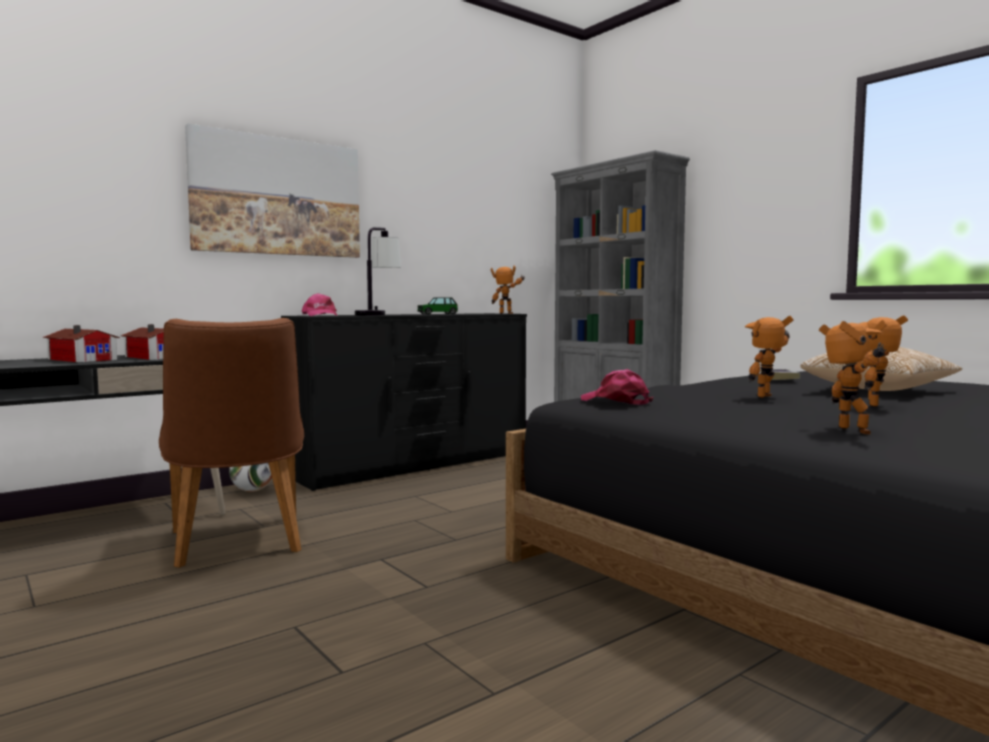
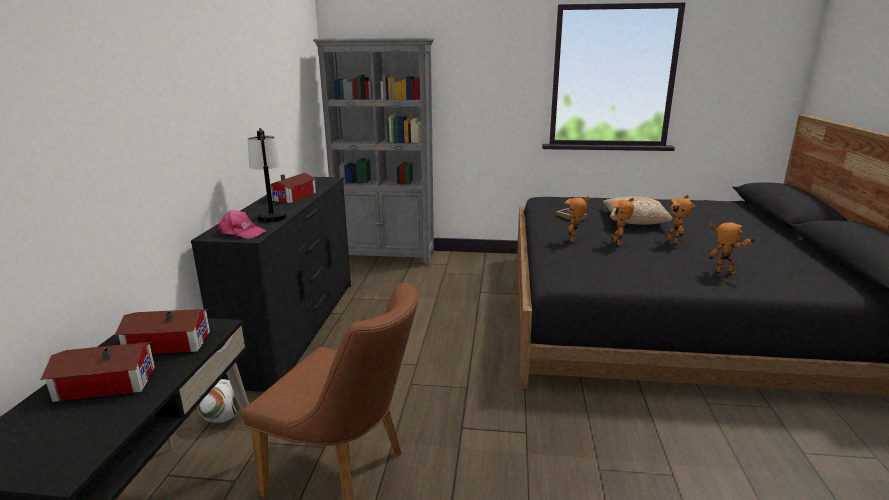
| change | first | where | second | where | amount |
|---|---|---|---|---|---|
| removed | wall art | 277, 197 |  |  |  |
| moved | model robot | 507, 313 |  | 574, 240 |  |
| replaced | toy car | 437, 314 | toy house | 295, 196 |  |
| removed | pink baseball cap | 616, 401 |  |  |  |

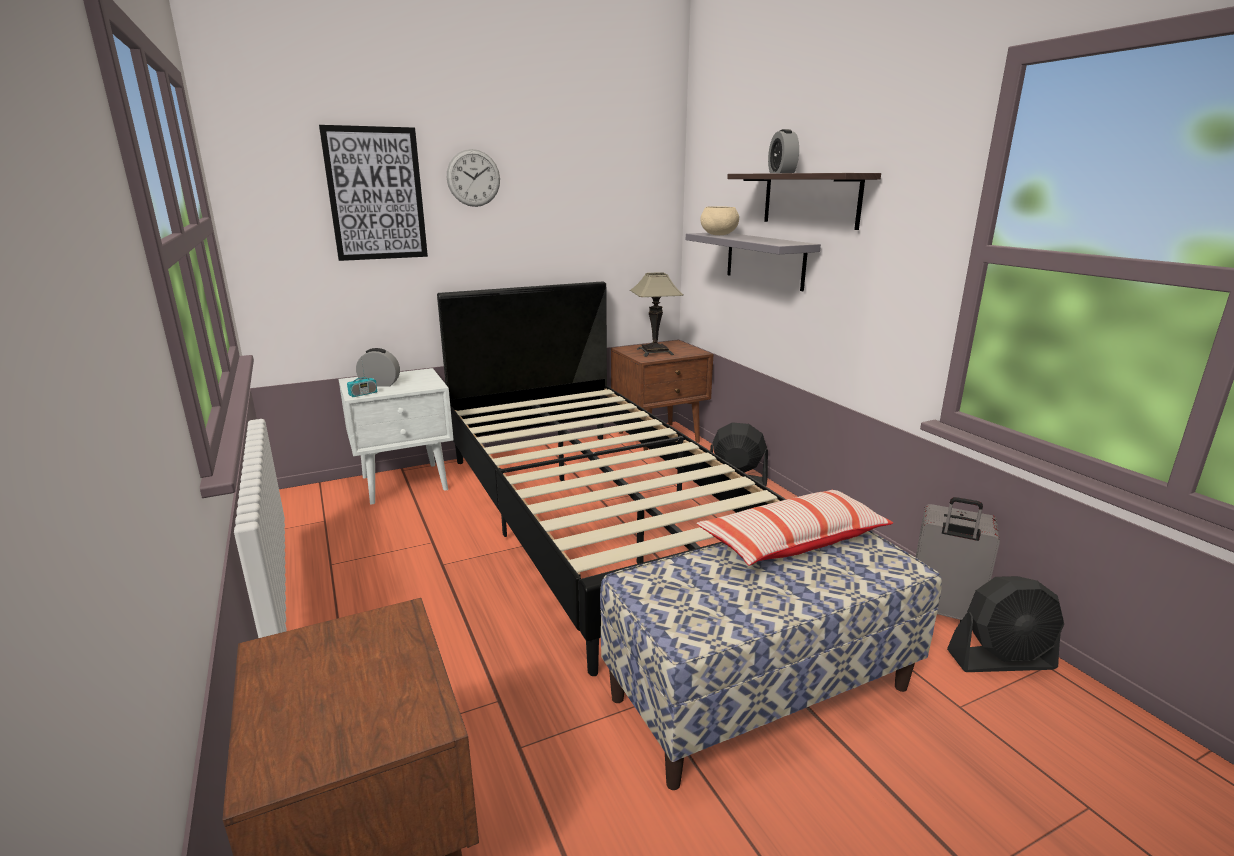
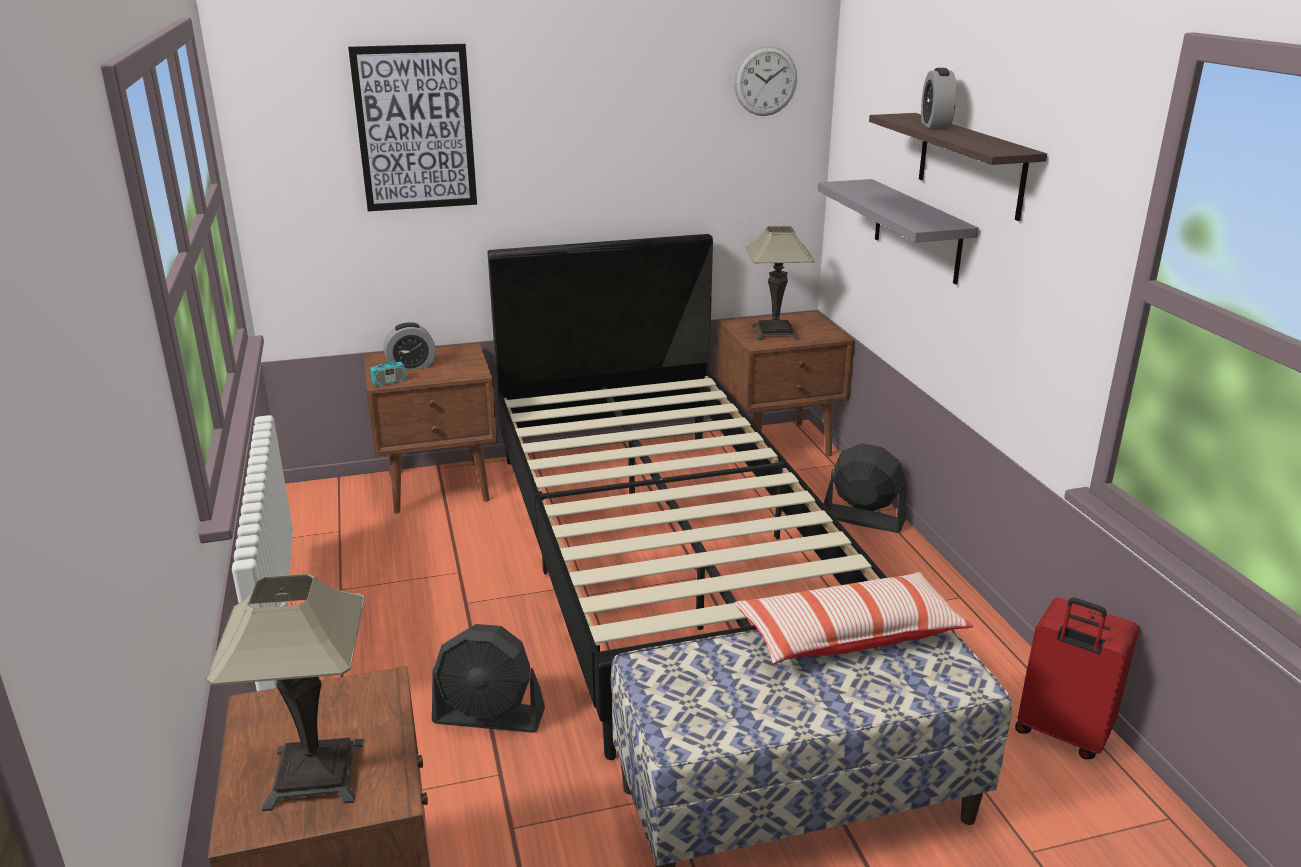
| change | first | where | second | where | amount |
|---|---|---|---|---|---|
| moved | clock on the wall | 473, 178 |  | 765, 81 |  |
| removed | beige-coloured deep dish | 718, 235 |  |  |  |
| turned | alarm clock | 380, 384 |  | 411, 366 | 150 degrees clockwise |
| recoloured | whitish bedside table | 406, 483 | brown-coloured bedside table | 440, 487 |  |
| recoloured | greyish travel case | 940, 613 | red travel case | 1061, 734 |  |
| moved | black electric fan | 1001, 660 |  | 489, 716 |  |
| added |  |  | tabletop lamp | 314, 775 |  |

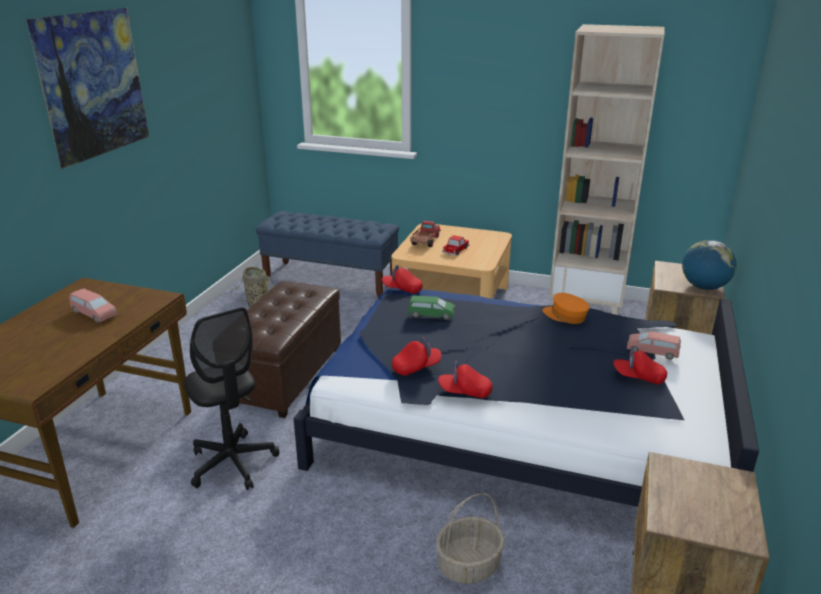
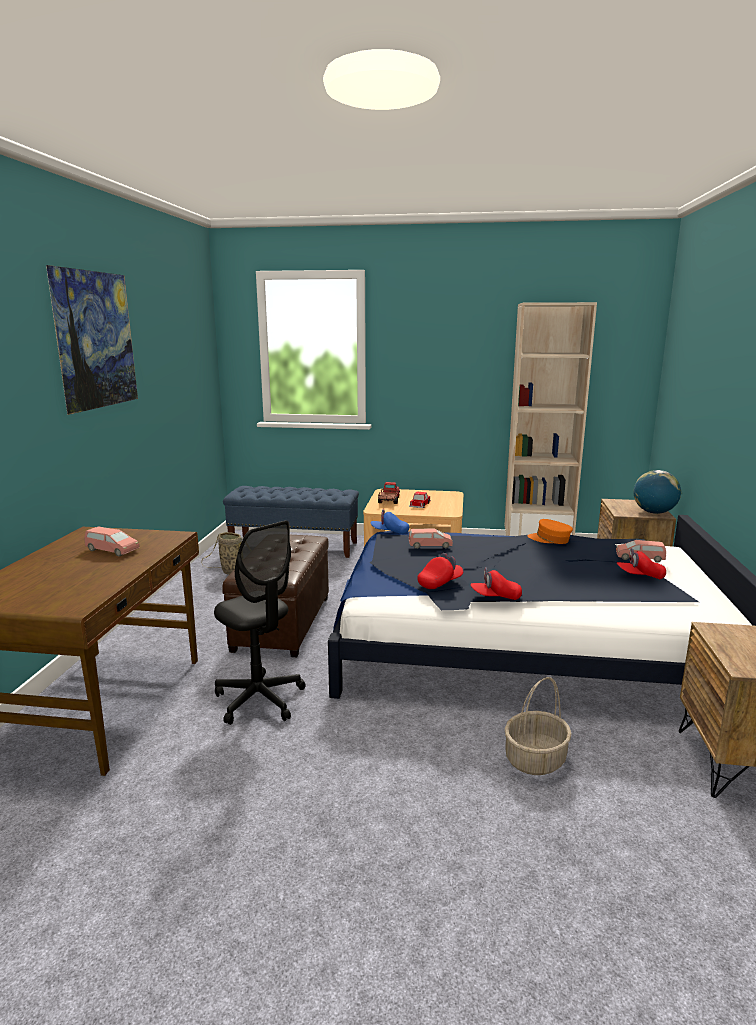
| change | first | where | second | where | amount |
|---|---|---|---|---|---|
| recoloured | red baseball cap | 402, 289 | blue-coloured baseball cap | 389, 532 |  |
| recoloured | greenish toy car | 431, 314 | pink toy car | 430, 545 |  |

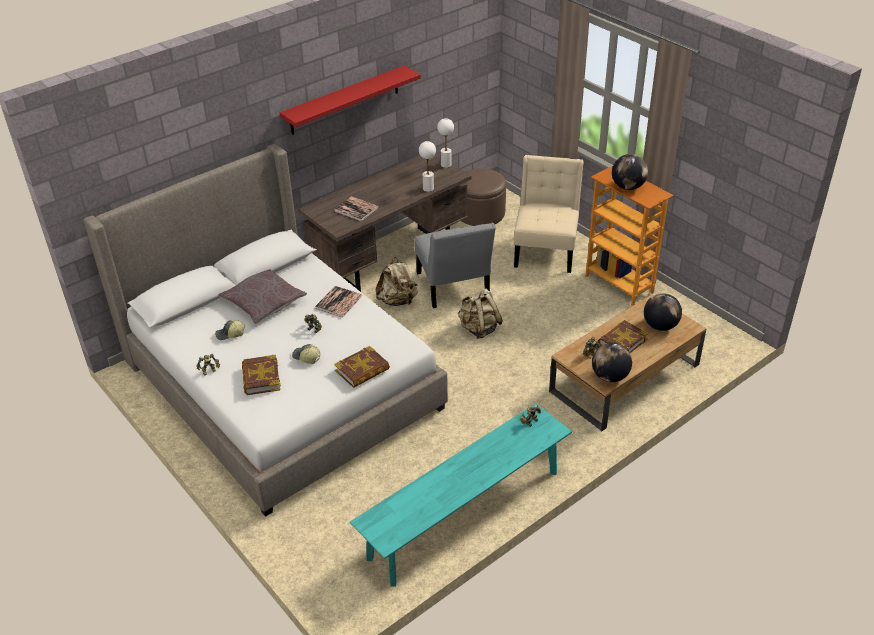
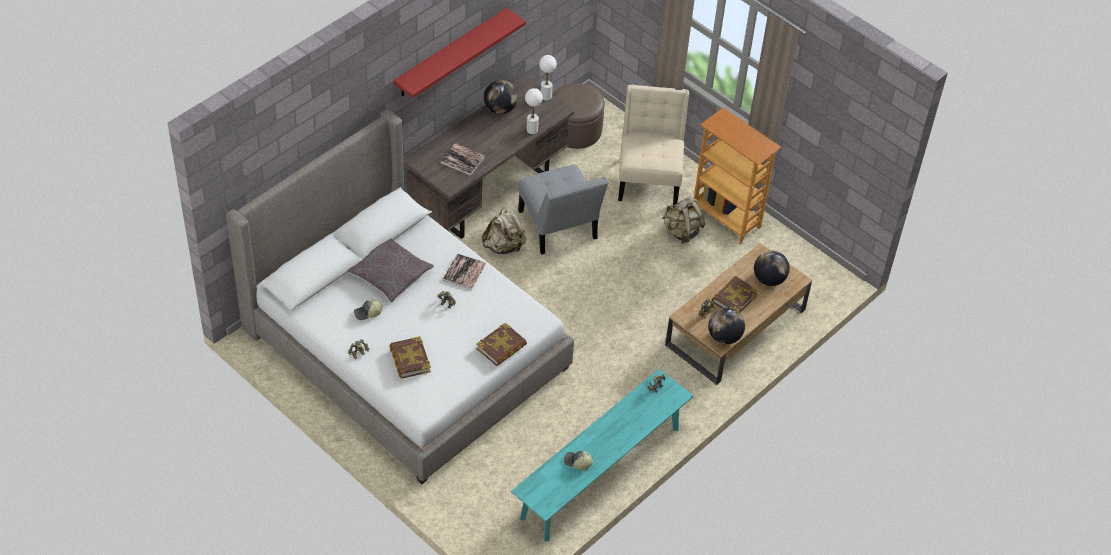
| change | first | where | second | where | amount |
|---|---|---|---|---|---|
| moved | world globe | 628, 187 |  | 500, 109 |  |
| moved | beige-coloured backpack | 479, 329 |  | 681, 232 |  |
| moved | baseball cap | 306, 357 |  | 577, 462 |  |

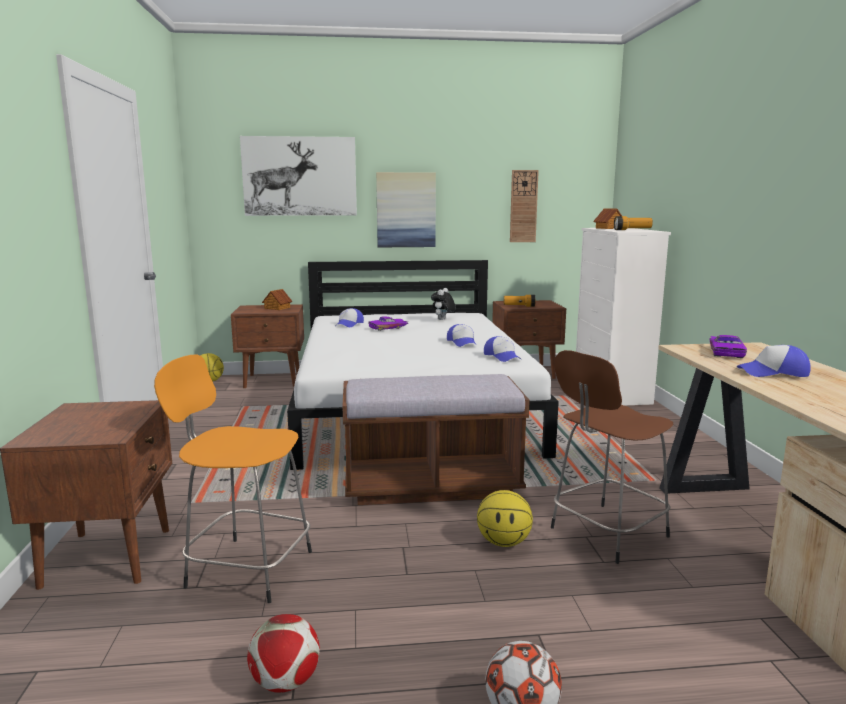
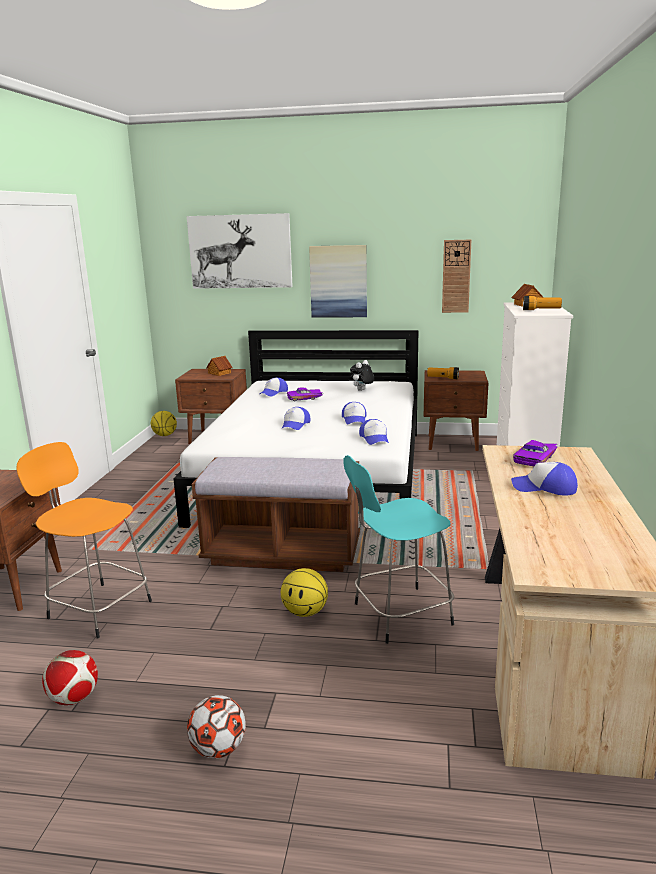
| change | first | where | second | where | amount |
|---|---|---|---|---|---|
| recoloured | brown-coloured sitting stool | 606, 533 | turquoise sitting stool | 399, 615 |  |
| added |  |  | baseball cap | 295, 425 |  |

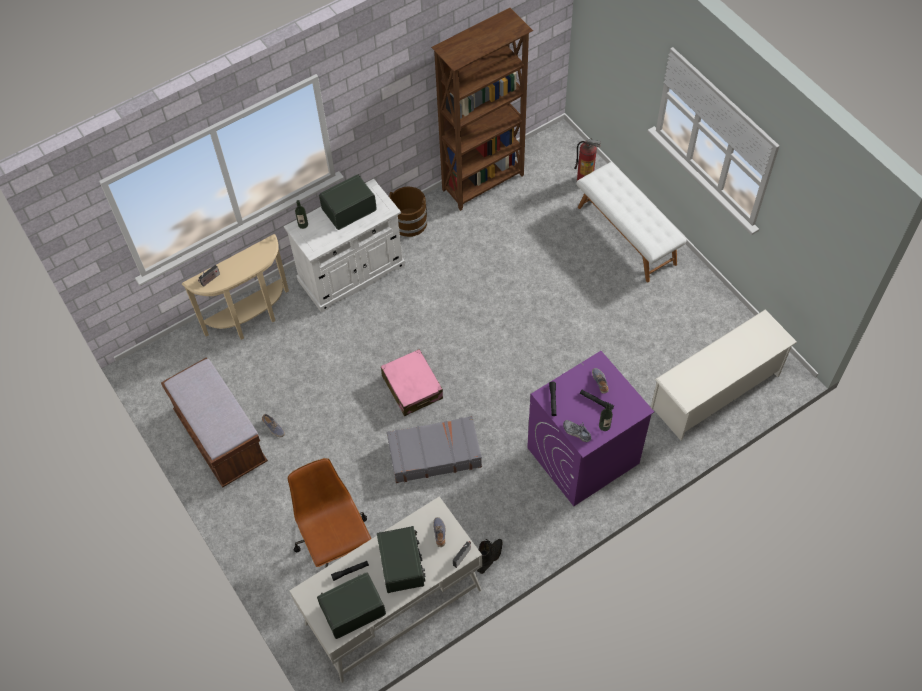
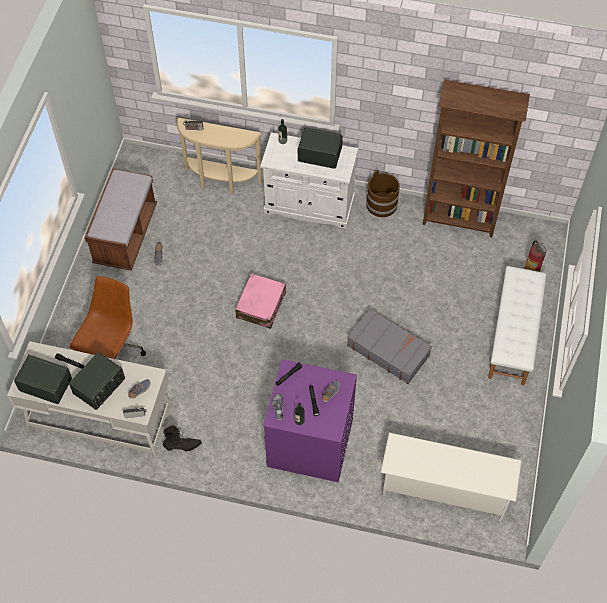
| change | first | where | second | where | amount |
|---|---|---|---|---|---|
| moved | greyish travel case | 434, 454 |  | 388, 350 |  |

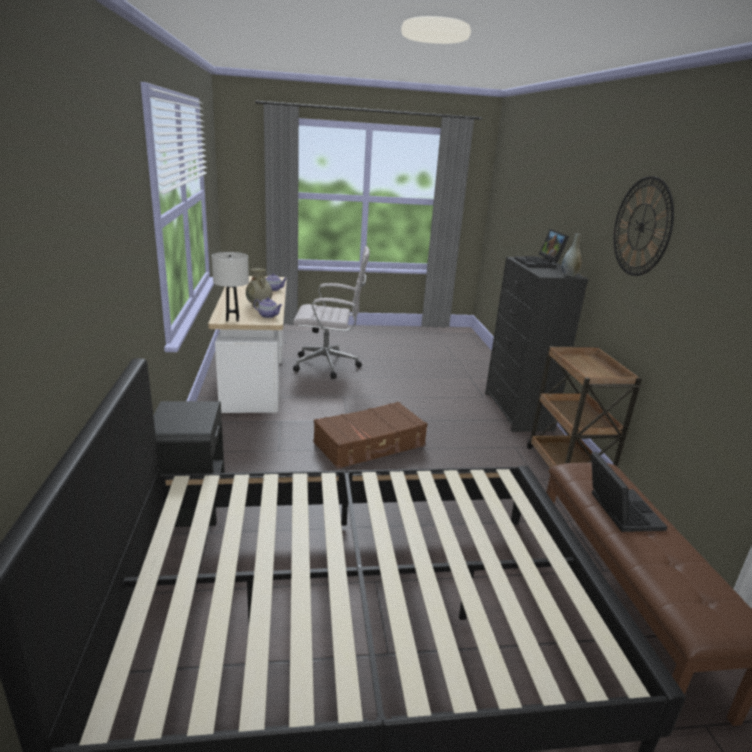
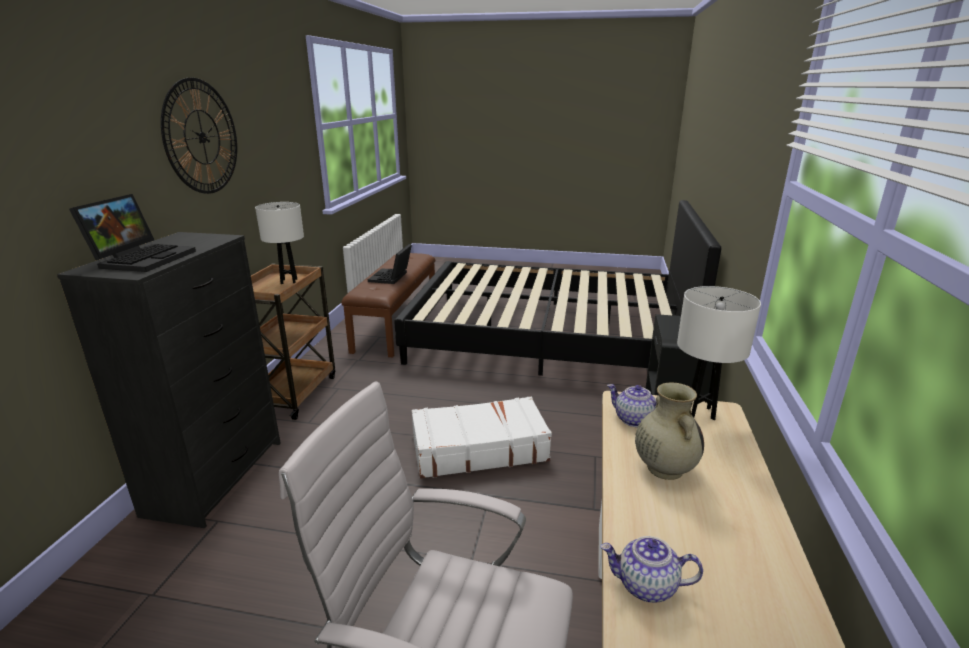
| change | first | where | second | where | amount |
|---|---|---|---|---|---|
| removed | greyish vase | 569, 275 |  |  |  |
| recoloured | brown-coloured travel case | 370, 445 | whitish travel case | 478, 448 |  |
| added |  |  | whitish tabletop lamp | 289, 281 |  |

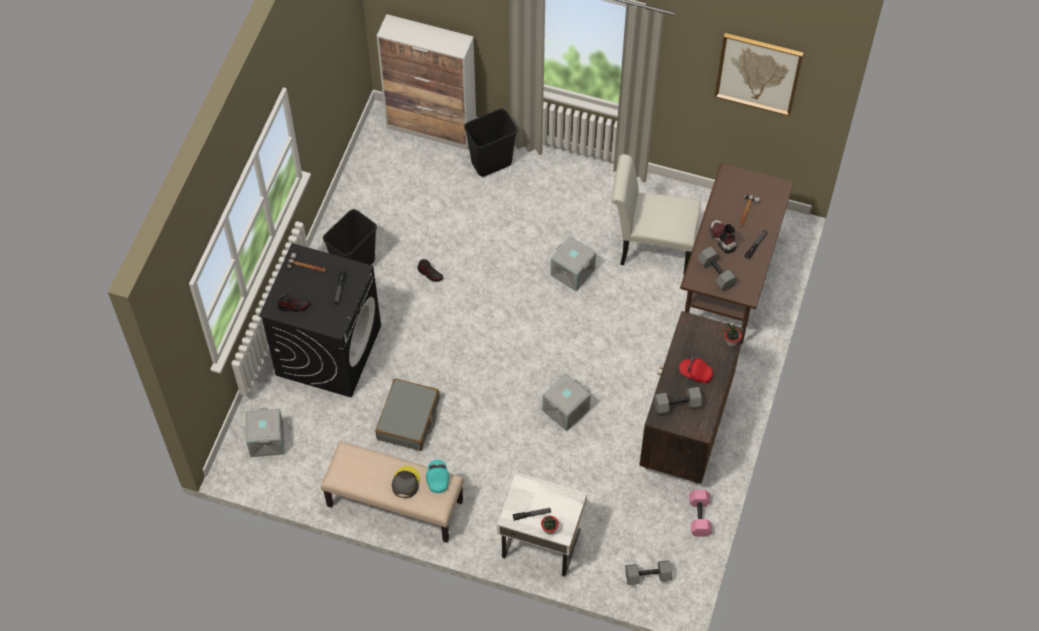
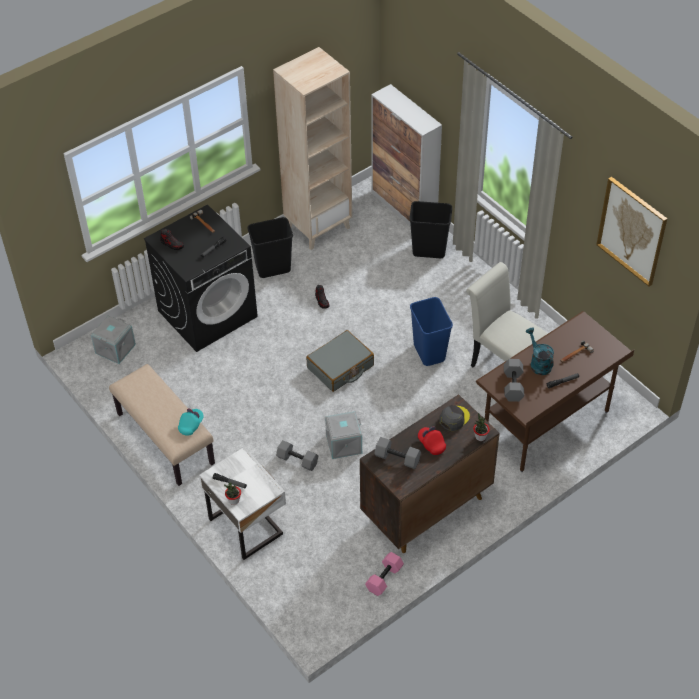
| change | first | where | second | where | amount |
|---|---|---|---|---|---|
| replaced | boot | 722, 238 | turquoise watering pot | 538, 363 |  |
| replaced | greyish storage container | 573, 271 | blue-coloured rubbish bin | 430, 352 |  |
| moved | greyish travel case | 408, 420 |  | 340, 367 |  |
| moved | greyish baseball cap | 405, 482 |  | 454, 418 |  |
| moved | greyish free weight | 647, 577 |  | 297, 461 |  |
| added |  |  | beige-coloured shelving unit | 318, 227 |  |

